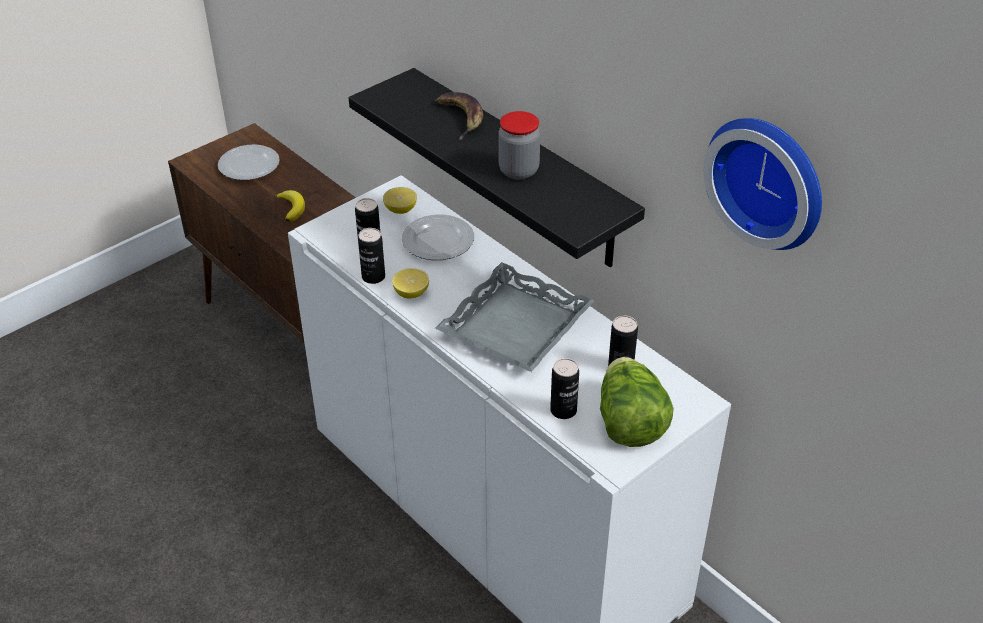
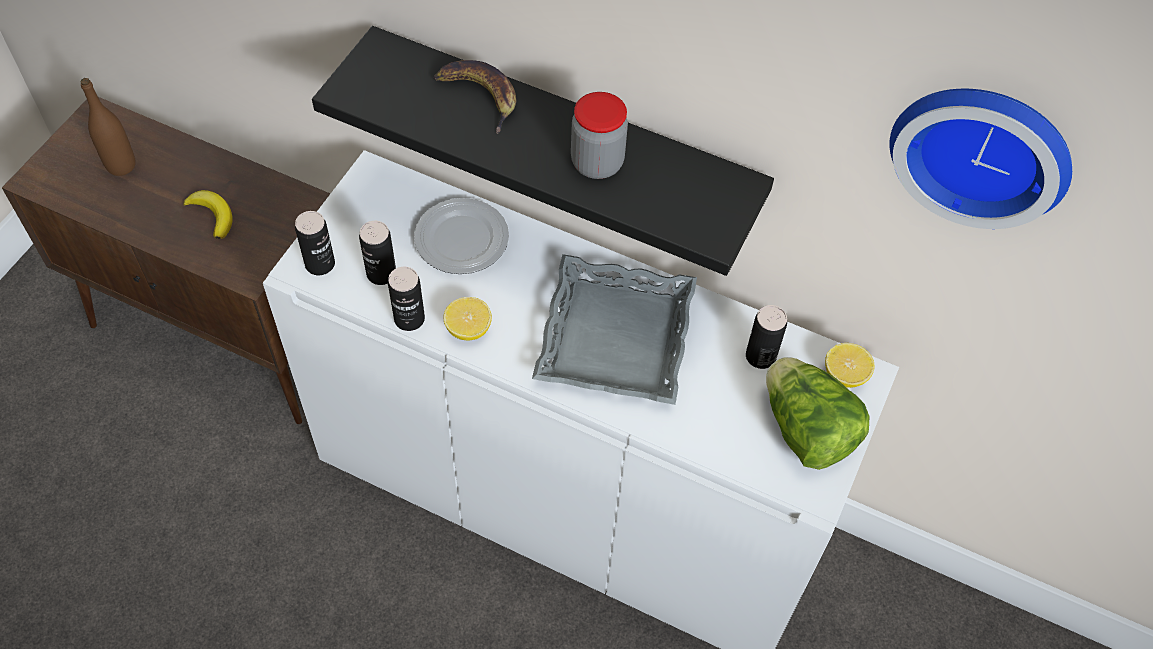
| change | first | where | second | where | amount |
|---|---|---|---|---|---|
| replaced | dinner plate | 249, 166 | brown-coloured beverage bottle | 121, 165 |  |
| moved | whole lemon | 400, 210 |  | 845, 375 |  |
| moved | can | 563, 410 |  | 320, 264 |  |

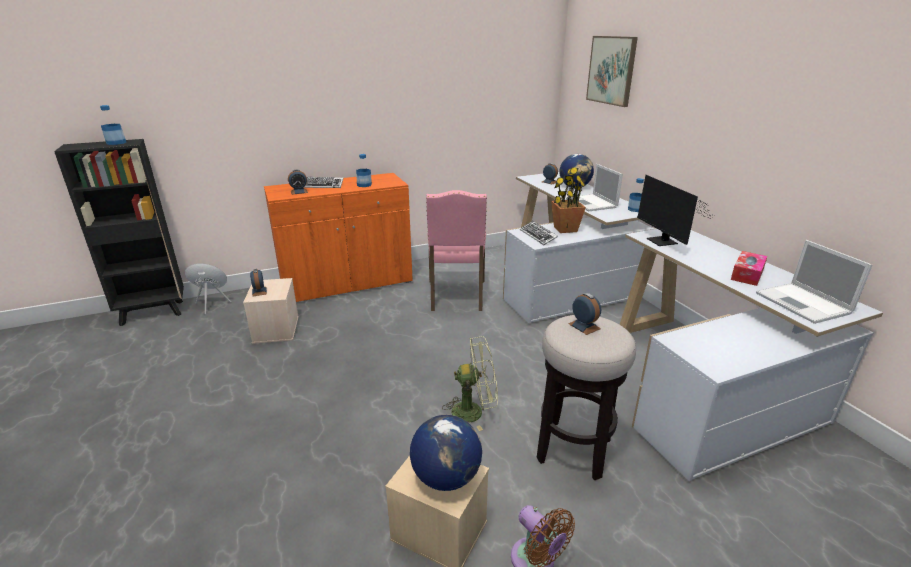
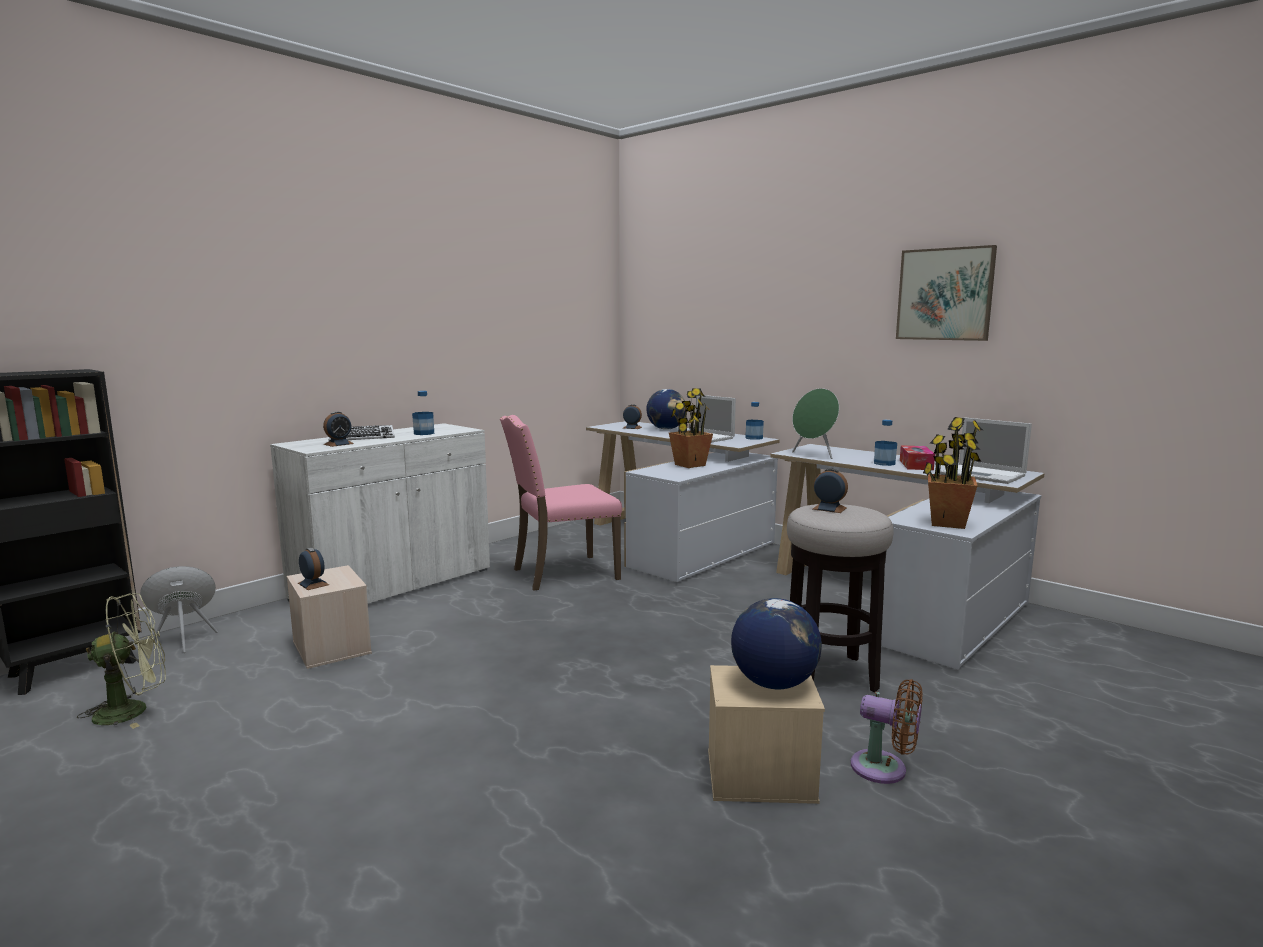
| change | first | where | second | where | amount |
|---|---|---|---|---|---|
| moved | wall art | 611, 70 |  | 945, 294 |  |
| moved | beverage bottle | 116, 143 |  | 884, 463 |  |
| recoloured | orange-coloured cabinet | 347, 283 | whitish cabinet | 394, 584 |  |
| replaced | monitor | 663, 242 | greenish speaker | 815, 455 |  |
| turned | pink chair | 456, 296 |  | 562, 573 | 90 degrees clockwise |
| removed | computer keyboard | 538, 236 |  |  |  |
| moved | greenish electric fan | 474, 411 |  | 133, 710 |  |
| added |  |  | potted plant | 947, 523 |  |

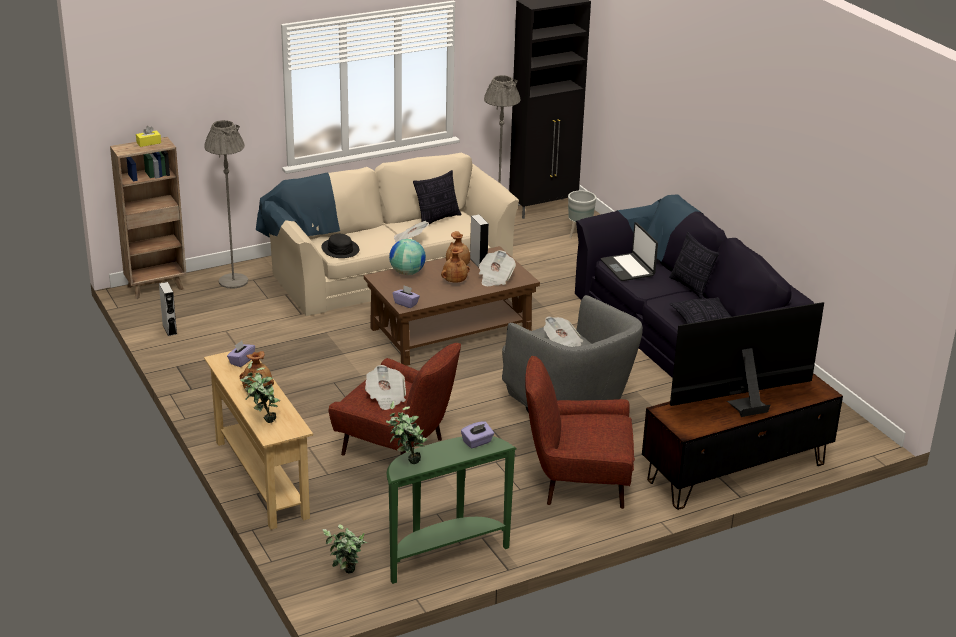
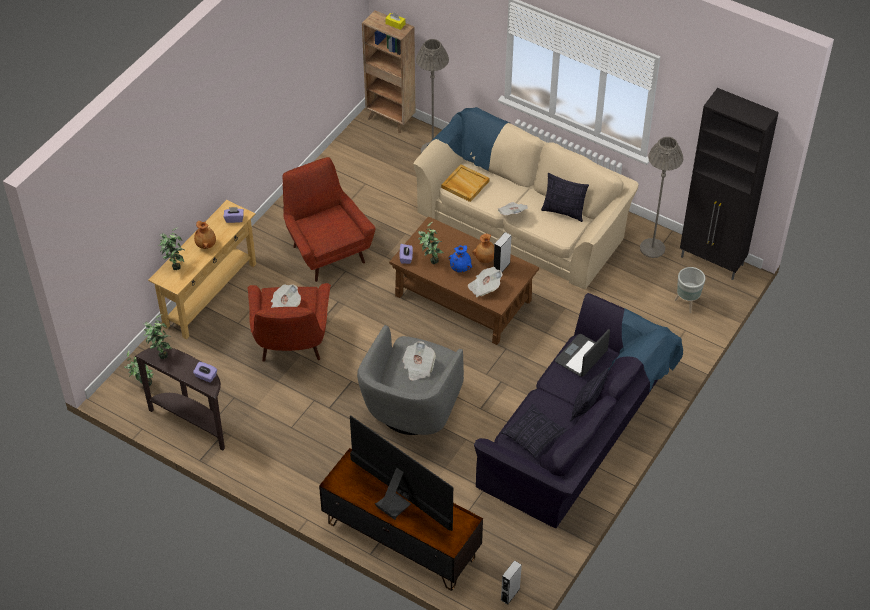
| change | first | where | second | where | amount |
|---|---|---|---|---|---|
| replaced | black hat | 340, 249 | beige-coloured tray | 464, 184 |  |
| removed | world globe | 407, 272 |  |  |  |
| recoloured | brown-coloured vase | 454, 281 | blue-coloured vase | 460, 268 |  |
| moved | greyish speaker | 169, 329 |  | 510, 594 |  |
| moved | red easy chair | 577, 483 |  | 326, 251 |  |
| recoloured | greenish console table | 444, 555 | brown-coloured console table | 193, 422 |  |
| added |  |  | potted plant | 430, 259 |  |

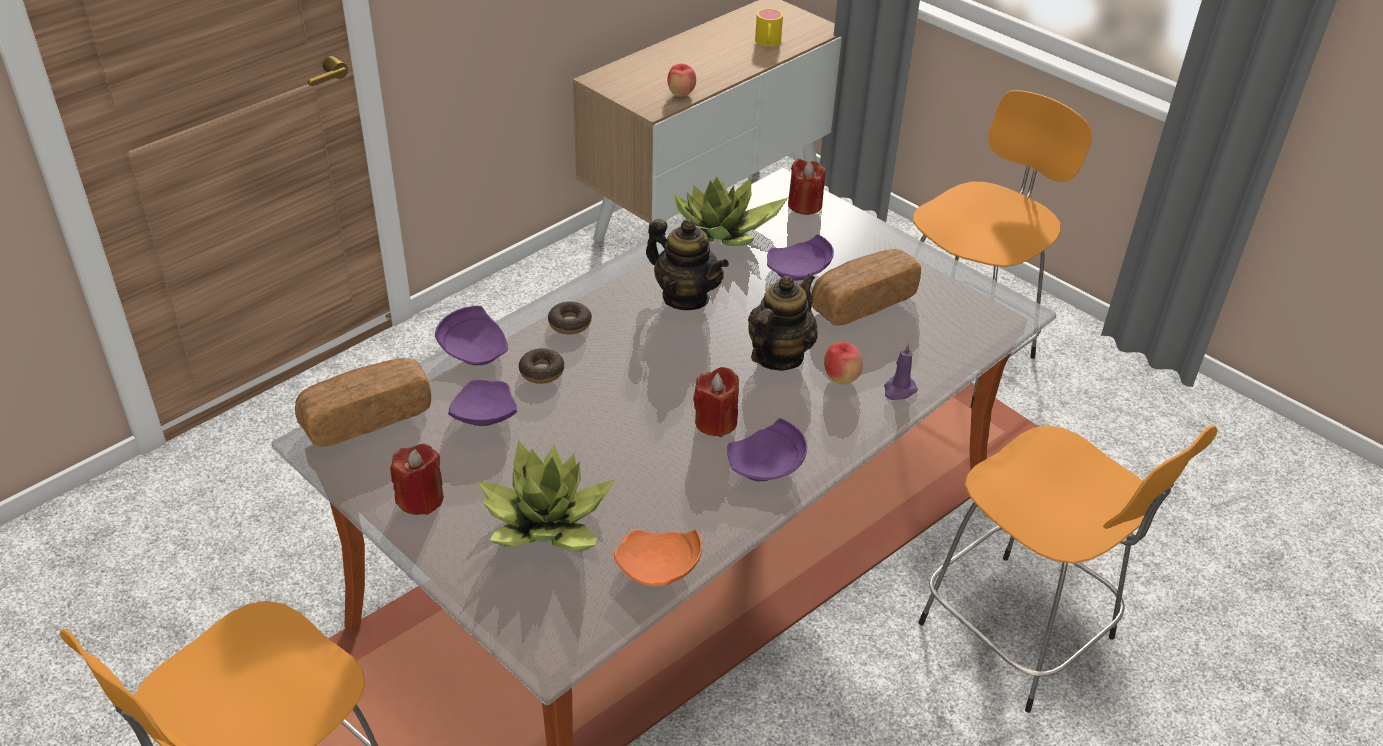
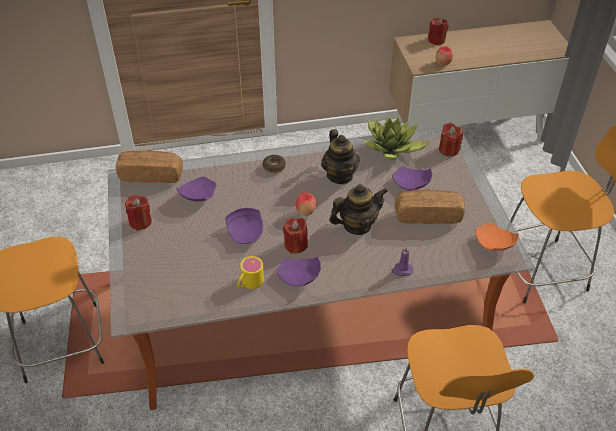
| change | first | where | second | where | amount |
|---|---|---|---|---|---|
| moved | yellow coffee mug | 767, 43 |  | 249, 283 |  |
| moved | purple-coloured dinner plate | 475, 349 |  | 246, 232 |  |
| moved | apple fruit | 841, 379 |  | 306, 212 |  |
| removed | donut | 541, 371 |  |  |  |
| removed | potted plant | 547, 522 |  |  |  |
| moved | orange-coloured dinner plate | 659, 569 |  | 494, 244 |  |
| added |  |  | red wax candle | 436, 40 |  |

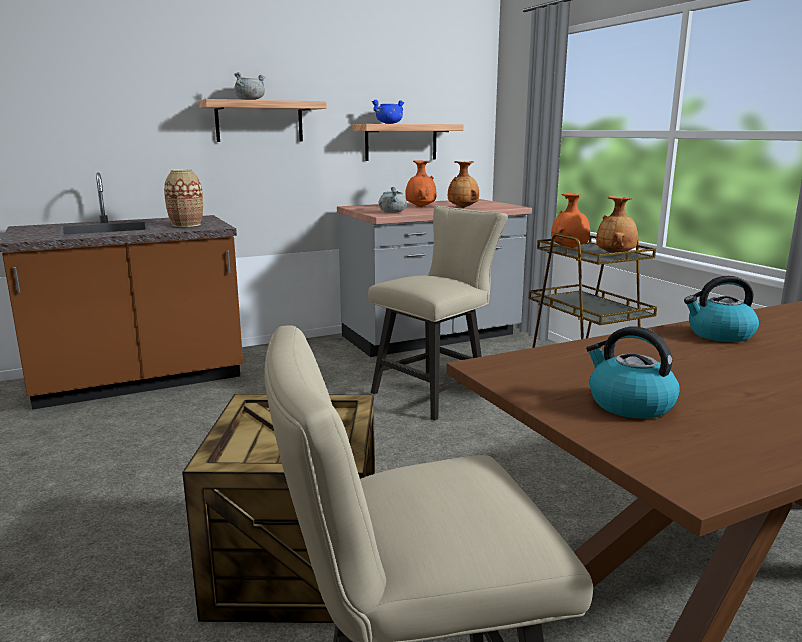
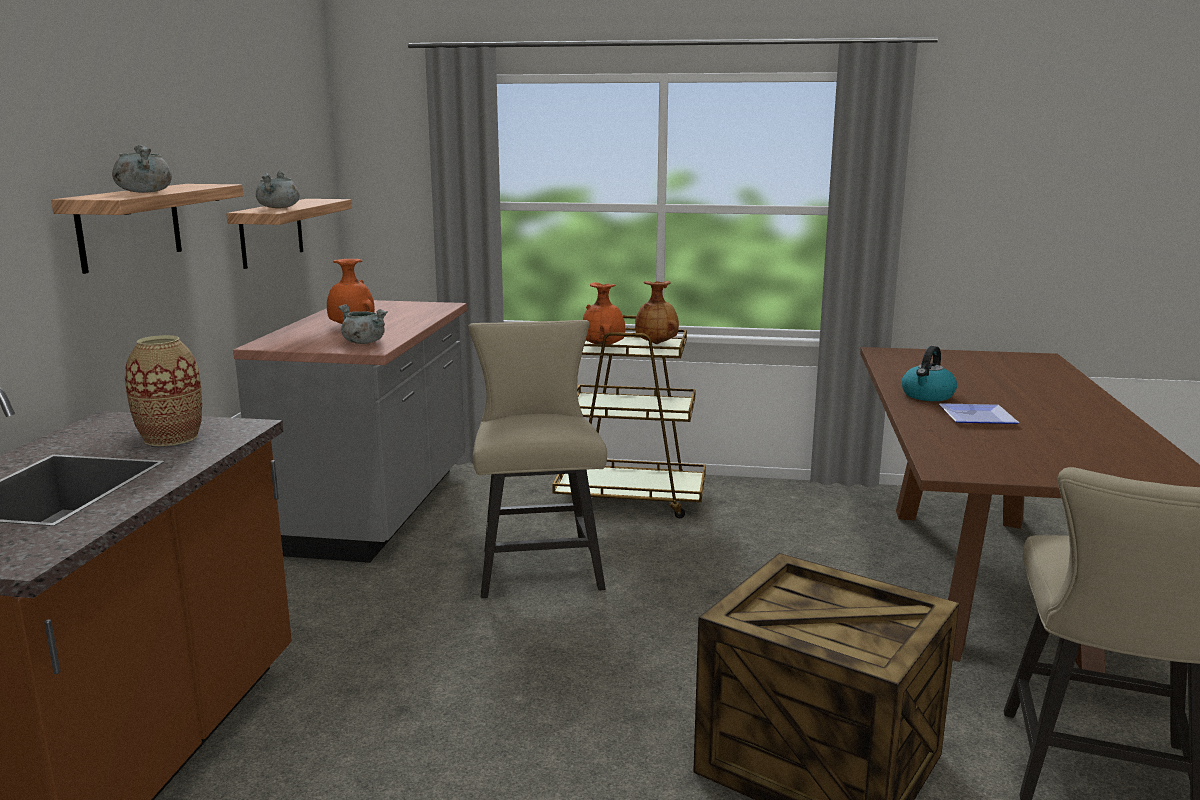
| change | first | where | second | where | amount |
|---|---|---|---|---|---|
| recoloured | blue-coloured saucepot | 389, 123 | greyish saucepot | 278, 208 |  |
| removed | brown-coloured vase | 463, 208 |  |  |  |
| removed | tea kettle | 629, 404 |  |  |  |
| added |  |  | dinner plate | 980, 418 |  |

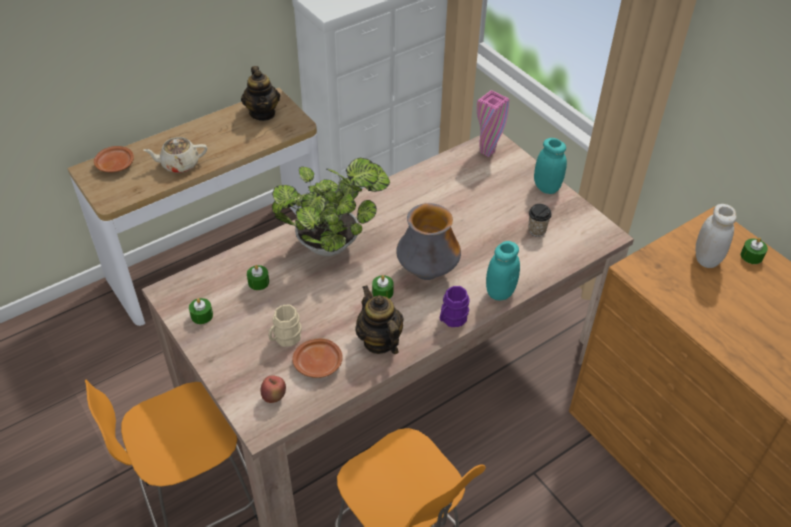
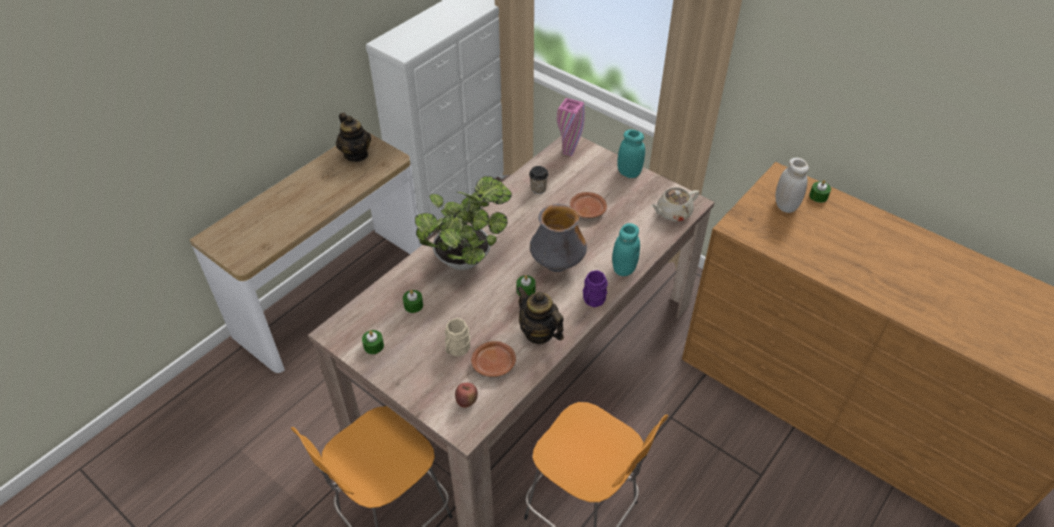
| change | first | where | second | where | amount |
|---|---|---|---|---|---|
| moved | beige-coloured teapot | 179, 164 |  | 673, 213 |  |
| moved | brown-coloured dinner plate | 115, 165 |  | 587, 210 |  |
| moved | small cup | 537, 230 |  | 538, 189 |  |

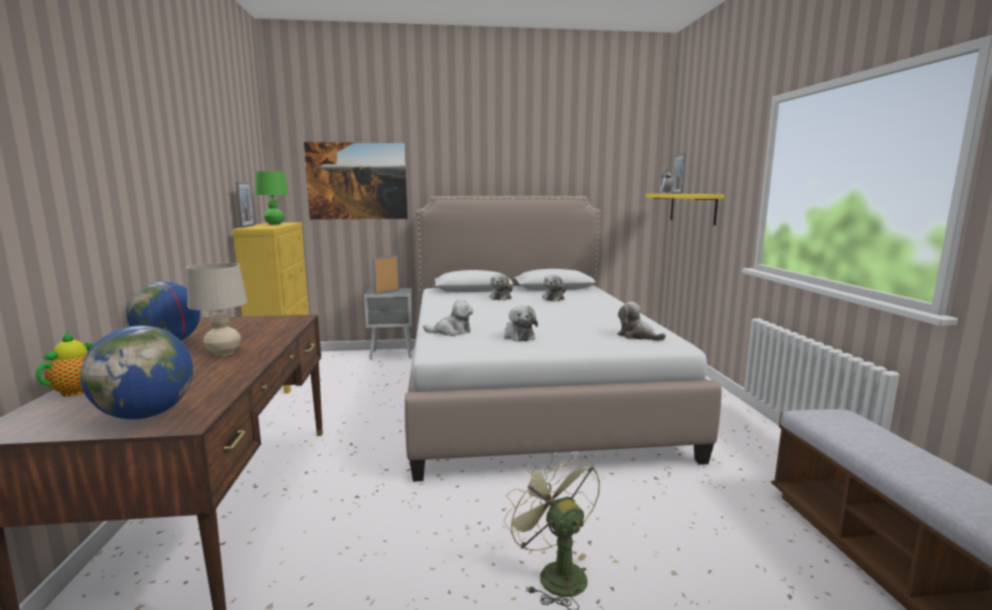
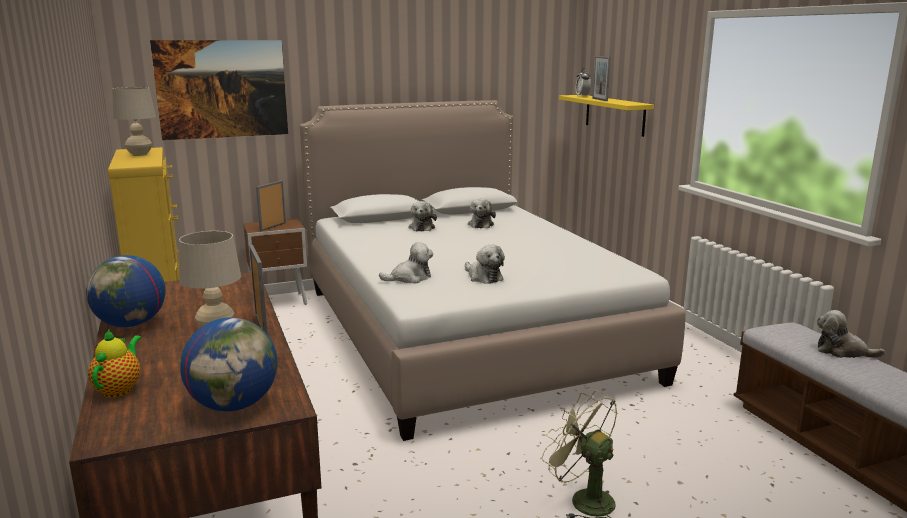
| change | first | where | second | where | amount |
|---|---|---|---|---|---|
| recoloured | greenish tabletop lamp | 274, 224 | beige-coloured tabletop lamp | 139, 154 |  |
| moved | standing frame | 248, 226 |  | 261, 326 |  |
| recoloured | greyish bedside table | 392, 355 | brown-coloured bedside table | 281, 302 |  |
| moved | soft toy | 637, 336 |  | 842, 351 |  |

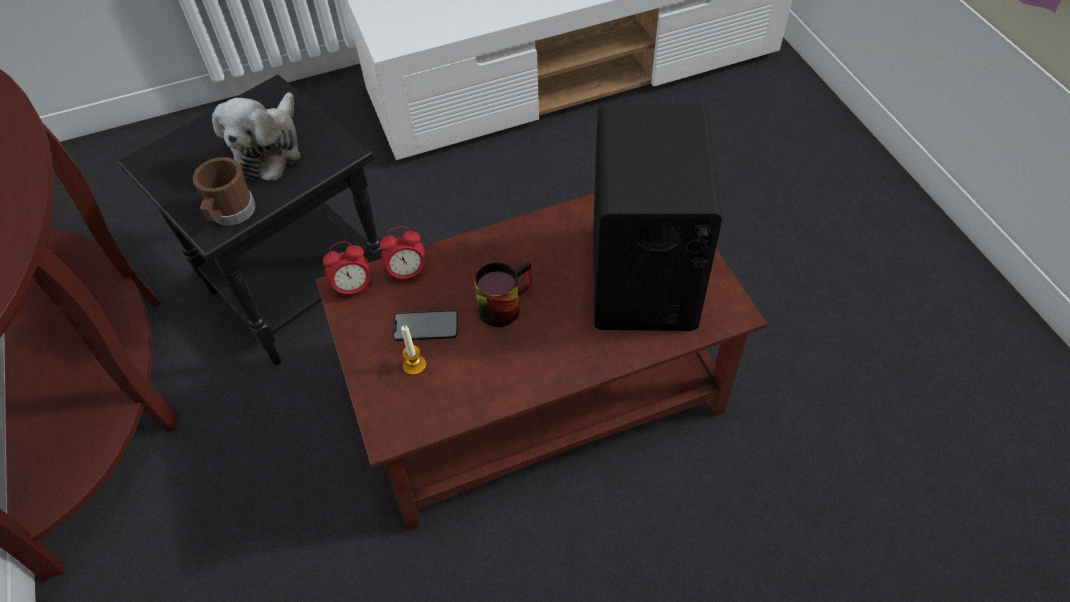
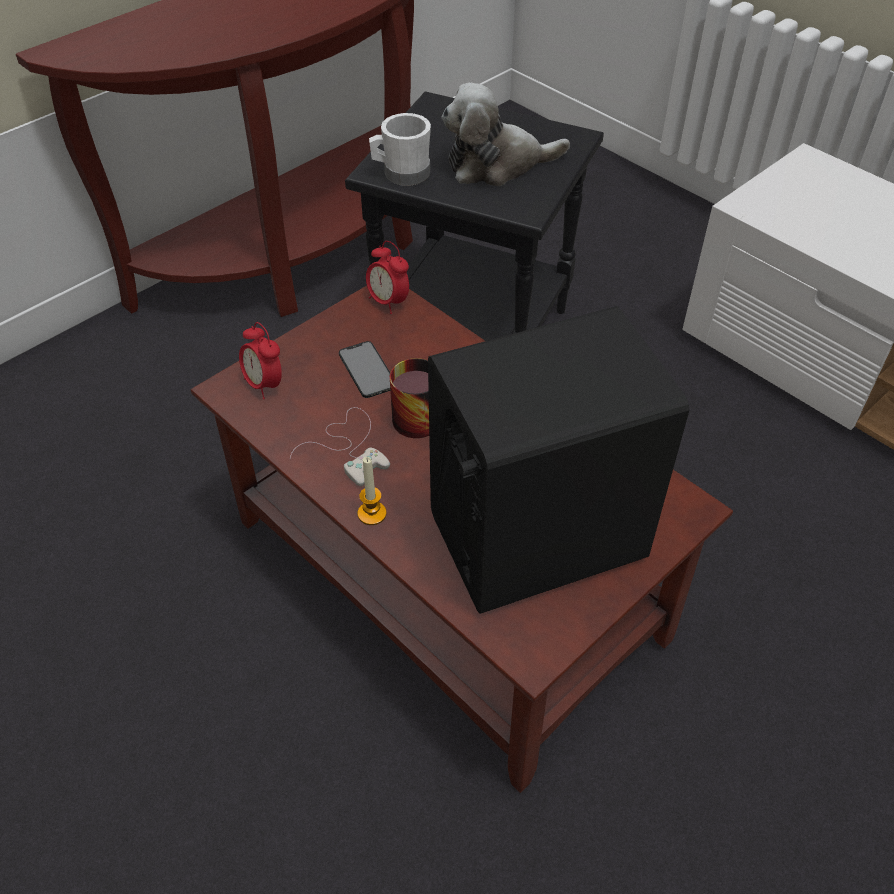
| change | first | where | second | where | amount |
|---|---|---|---|---|---|
| recoloured | brown-coloured coffee mug | 231, 214 | whitish coffee mug | 401, 173 |  |
| moved | alarm clock | 407, 273 |  | 264, 384 |  |
| moved | wax candle | 414, 365 |  | 372, 513 |  |
| added |  |  | whitish gamepad | 349, 447 |  |

